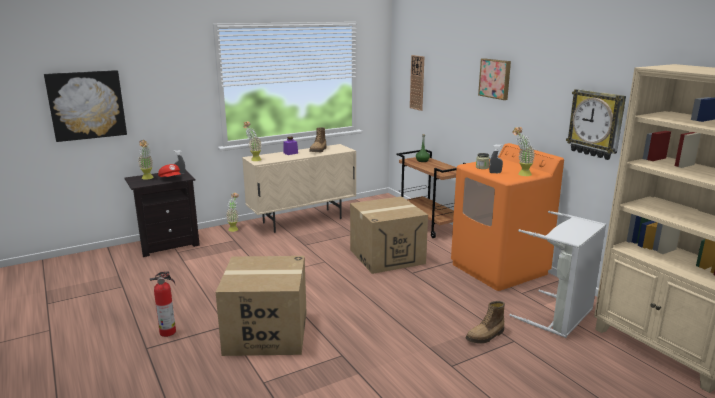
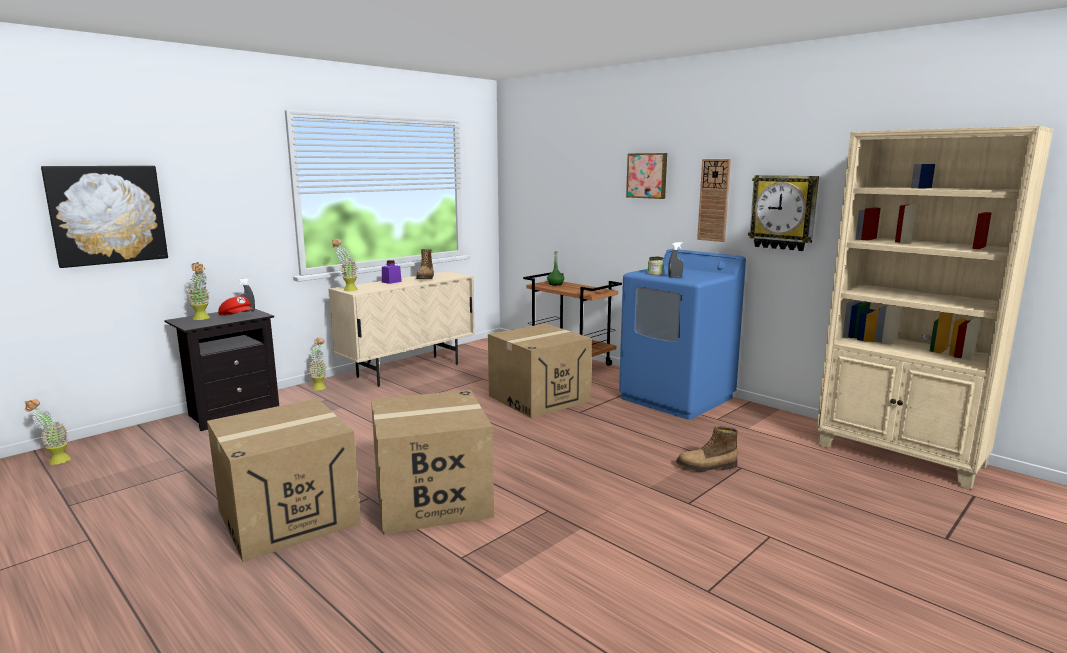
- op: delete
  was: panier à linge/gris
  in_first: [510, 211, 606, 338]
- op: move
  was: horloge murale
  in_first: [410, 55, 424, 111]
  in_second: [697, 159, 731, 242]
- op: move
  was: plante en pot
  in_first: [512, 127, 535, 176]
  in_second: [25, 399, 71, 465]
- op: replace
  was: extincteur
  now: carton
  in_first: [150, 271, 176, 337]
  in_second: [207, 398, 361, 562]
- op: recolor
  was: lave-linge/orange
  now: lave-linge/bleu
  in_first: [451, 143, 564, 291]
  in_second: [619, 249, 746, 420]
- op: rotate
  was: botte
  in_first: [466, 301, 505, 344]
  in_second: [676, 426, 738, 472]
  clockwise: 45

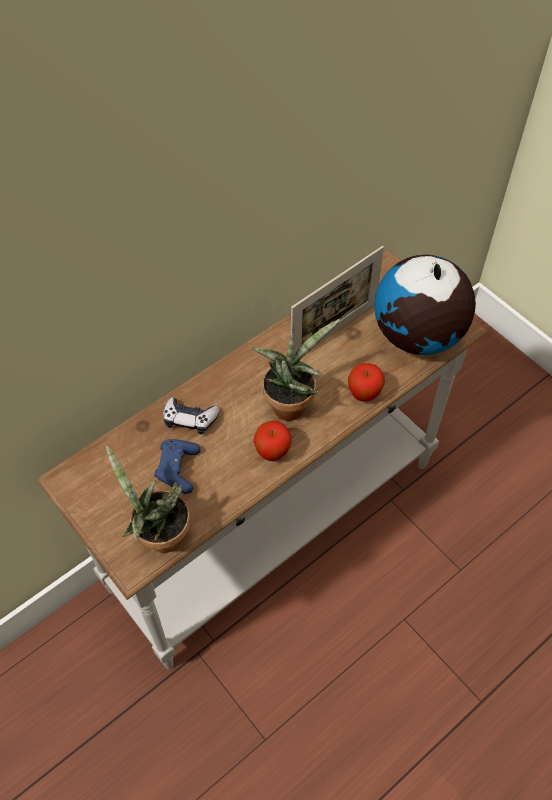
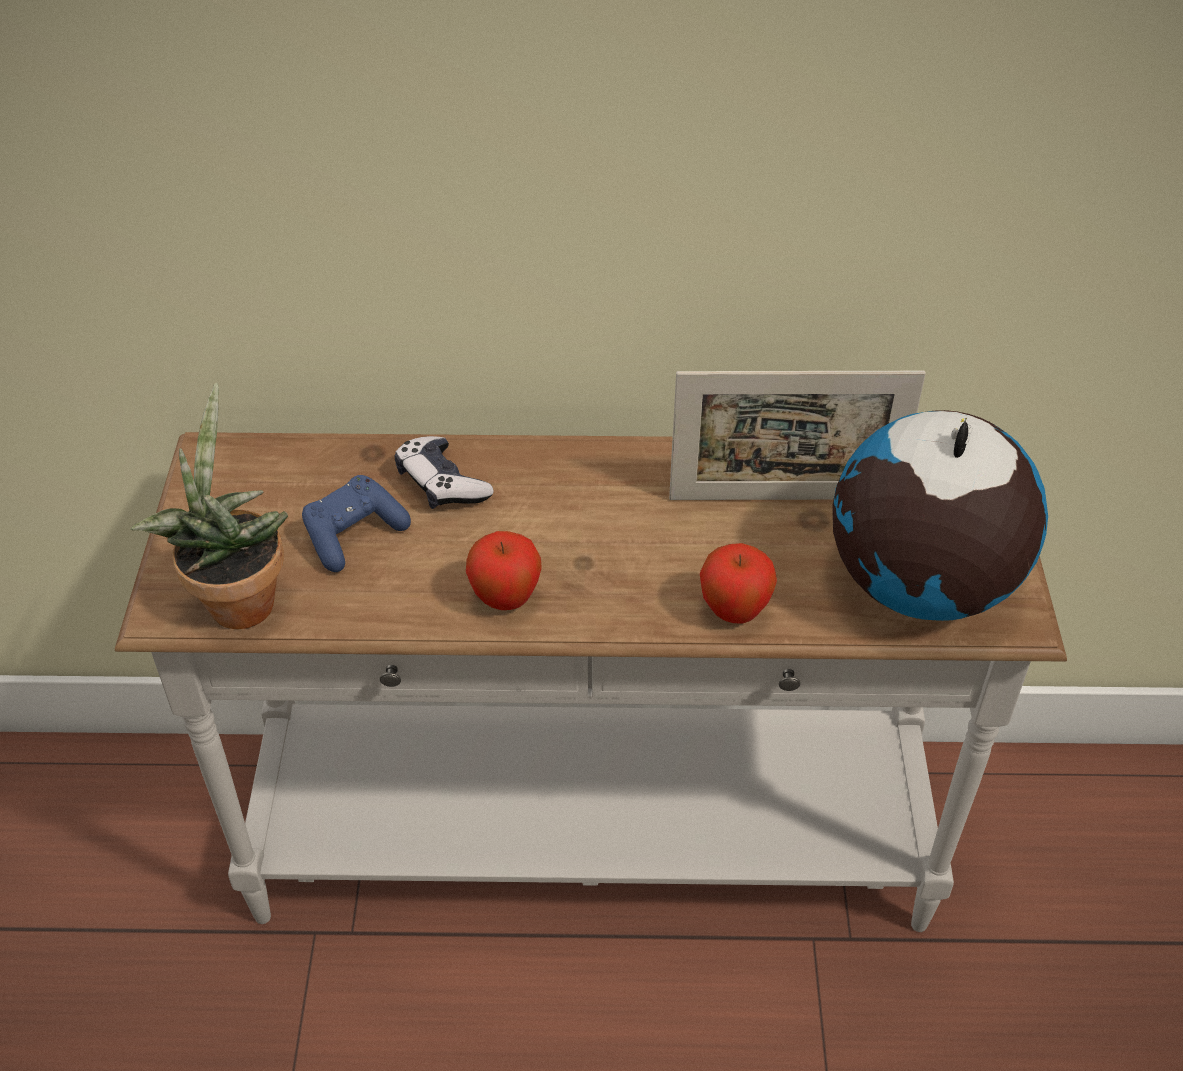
- op: delete
  was: plante en pot
  in_first: [251, 319, 340, 421]

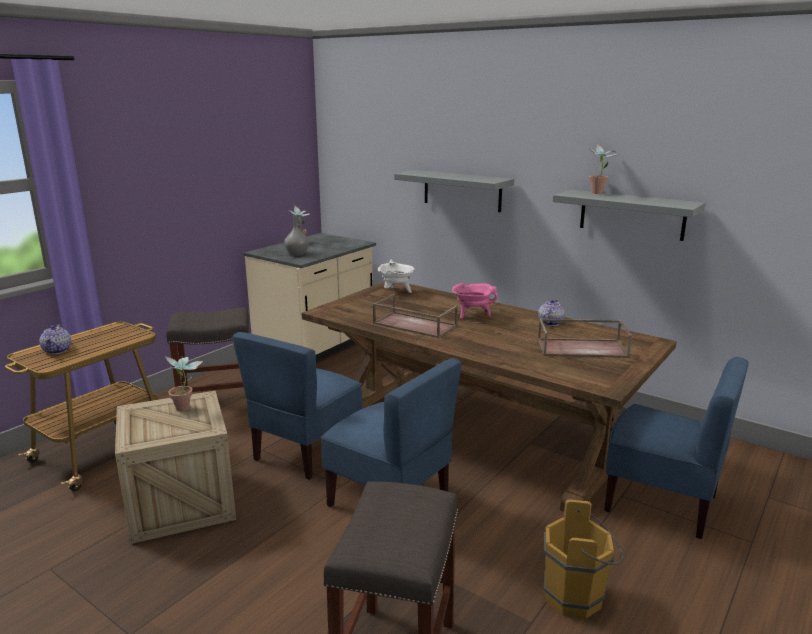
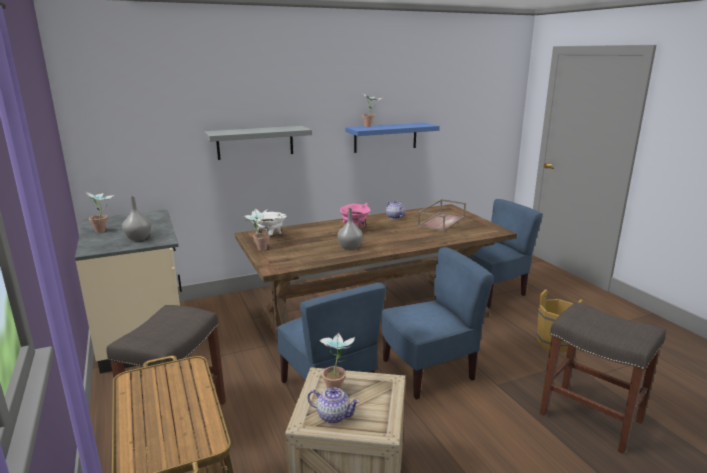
- op: insert
  now: plante en pot
  in_second: [243, 208, 270, 251]
- op: move
  was: théière
  in_first: [40, 324, 71, 354]
  in_second: [307, 388, 360, 424]
- op: replace
  was: plateau/marron
  now: vase/gris
  in_first: [373, 294, 458, 338]
  in_second: [337, 208, 363, 250]
- op: recolor
  was: étagère/gris
  now: étagère/bleu
  in_first: [553, 190, 705, 241]
  in_second: [345, 122, 440, 153]

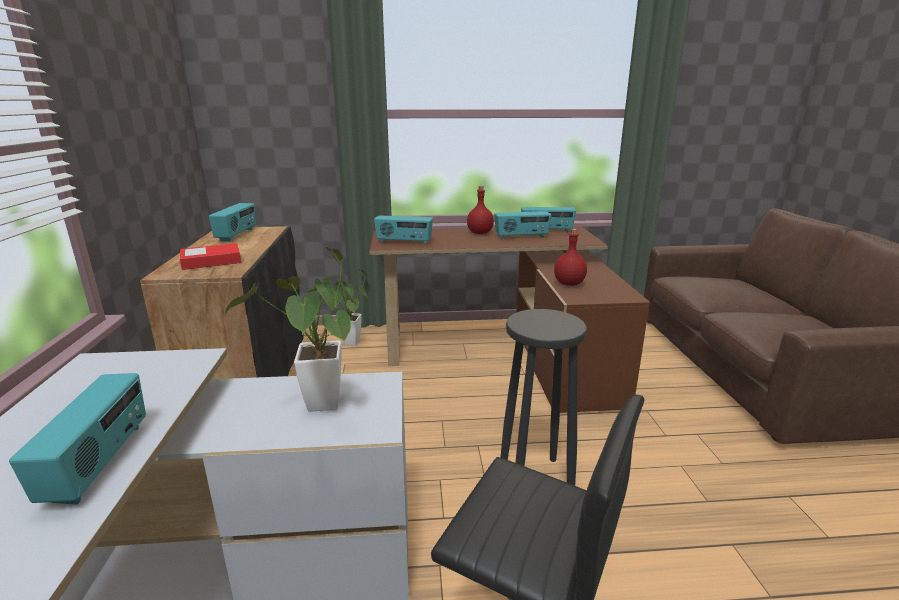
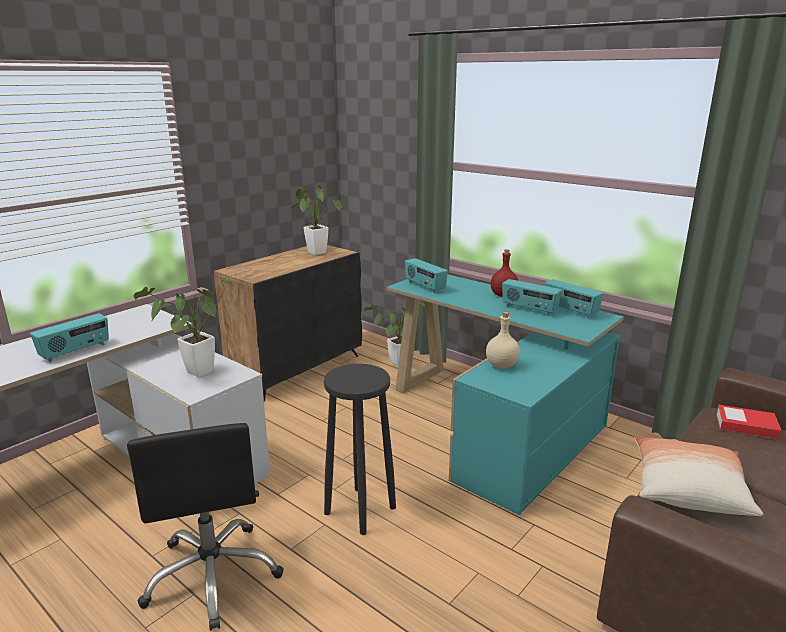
- op: insert
  now: coussin
  in_second: [634, 436, 763, 516]
- op: move
  was: livre
  in_first: [180, 243, 241, 270]
  in_second: [716, 404, 781, 439]
- op: replace
  was: radio
  now: plante en pot
  in_first: [209, 203, 256, 242]
  in_second: [291, 182, 342, 255]
- op: recolor
  was: bureau/marron
  now: bureau/turquoise
  in_first: [369, 226, 651, 413]
  in_second: [387, 274, 624, 515]
- op: recolor
  was: bouteille/rouge
  now: bouteille/beige
  in_first: [554, 229, 587, 286]
  in_second: [486, 312, 520, 369]

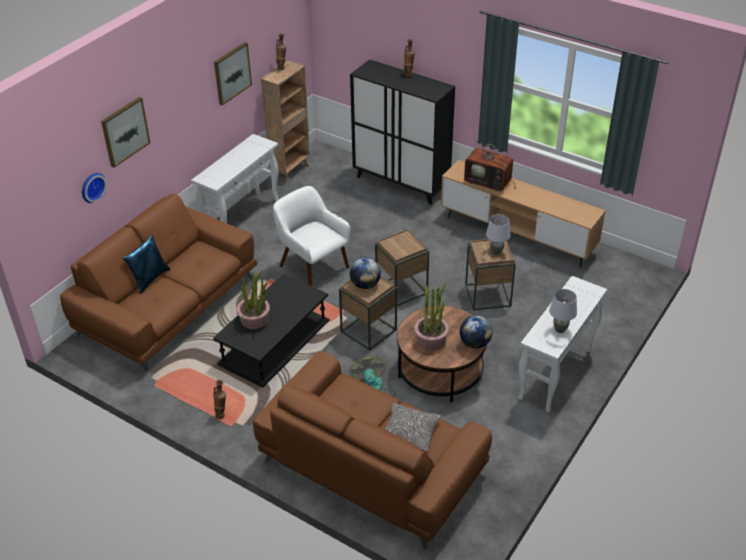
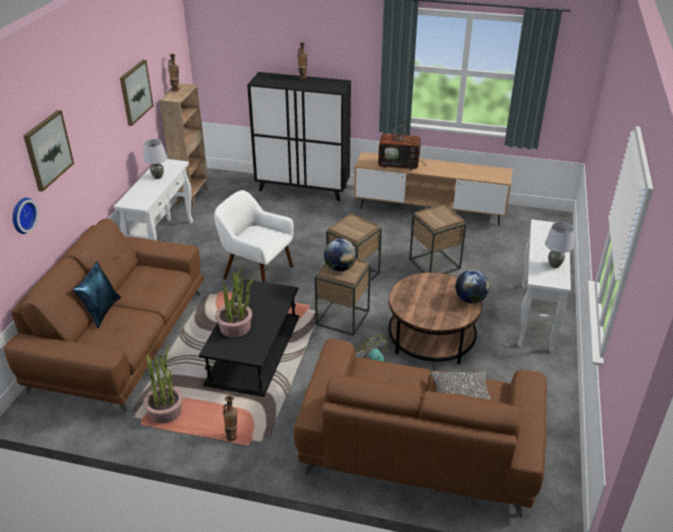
- op: move
  was: plante en pot
  in_first: [414, 282, 449, 350]
  in_second: [144, 346, 183, 423]
- op: move
  was: lampe de table/gris
  in_first: [486, 214, 511, 255]
  in_second: [143, 139, 167, 179]

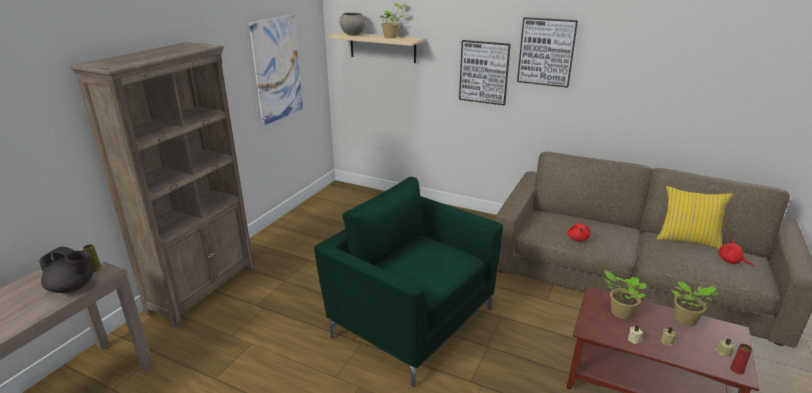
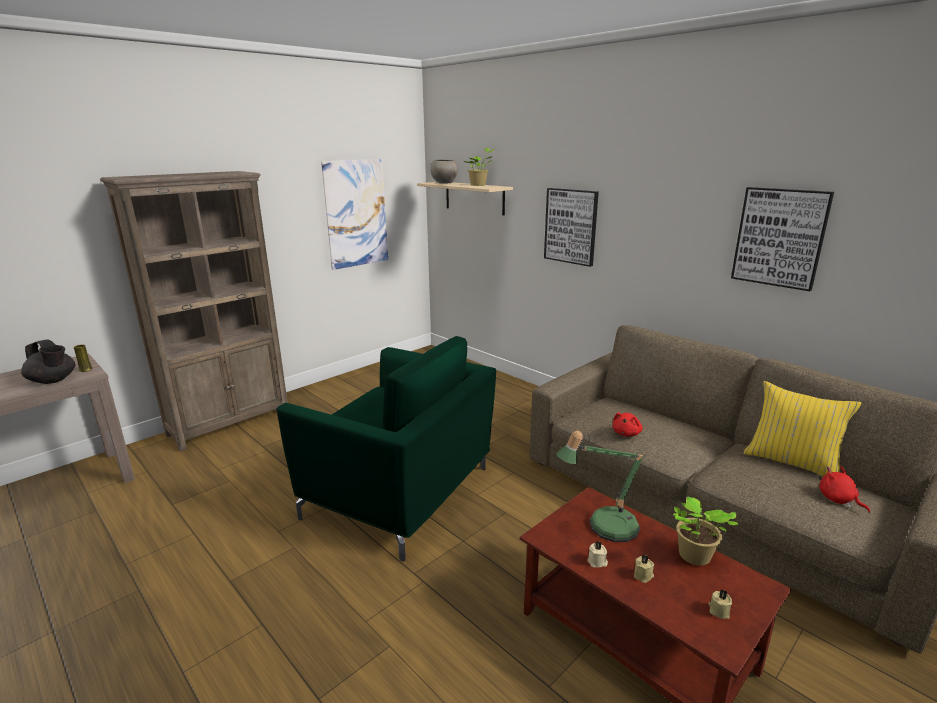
- op: delete
  was: vase/rouge
  in_first: [730, 344, 752, 374]
- op: move
  was: tableau
  in_first: [517, 17, 578, 88]
  in_second: [731, 187, 834, 291]
- op: replace
  was: plante en pot
  now: lampe de table
  in_first: [604, 270, 646, 319]
  in_second: [556, 430, 646, 542]
- op: rotate
  was: fauteuil/vert
  in_first: [314, 177, 503, 387]
  in_second: [277, 336, 496, 561]
  clockwise: 150

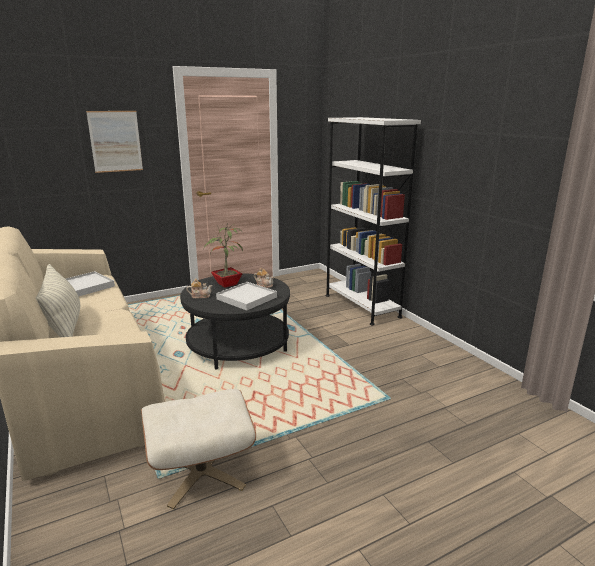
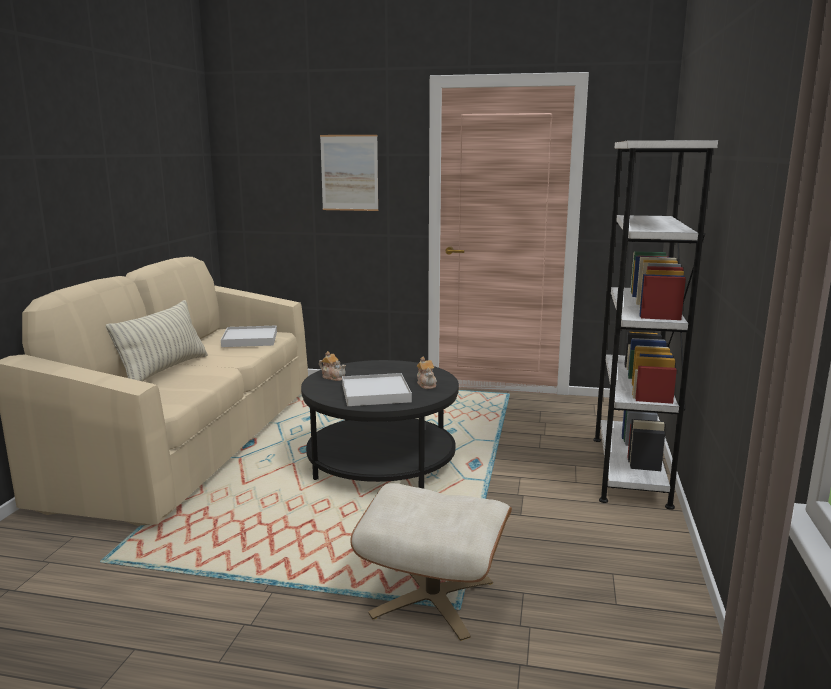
- op: delete
  was: plante en pot
  in_first: [203, 223, 243, 288]
- op: move
  was: pouf/beige
  in_first: [141, 389, 256, 509]
  in_second: [350, 483, 512, 641]

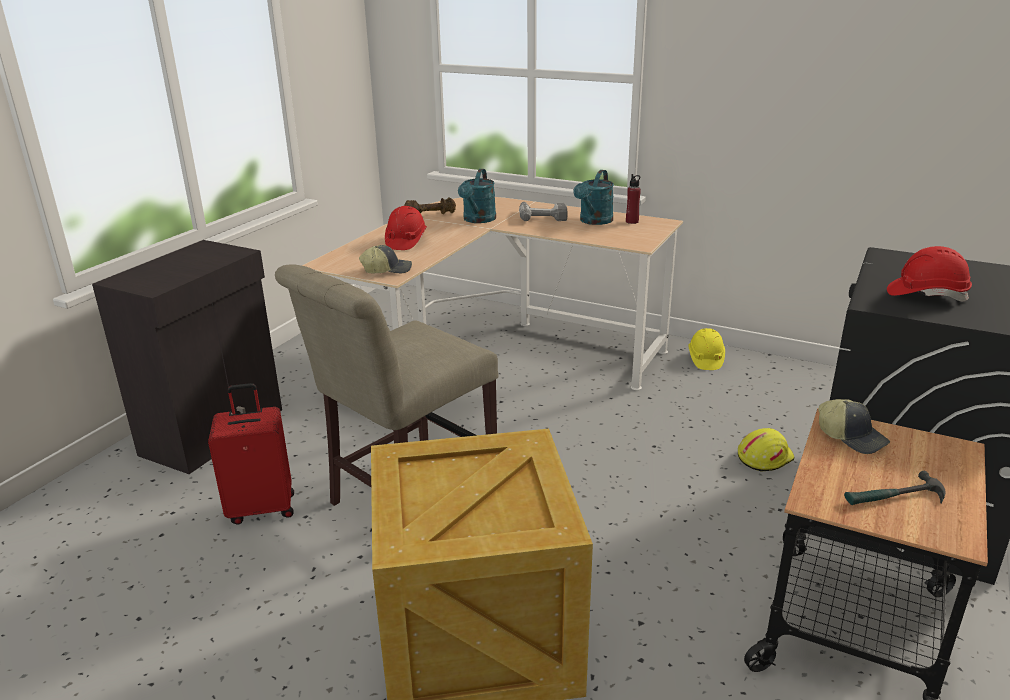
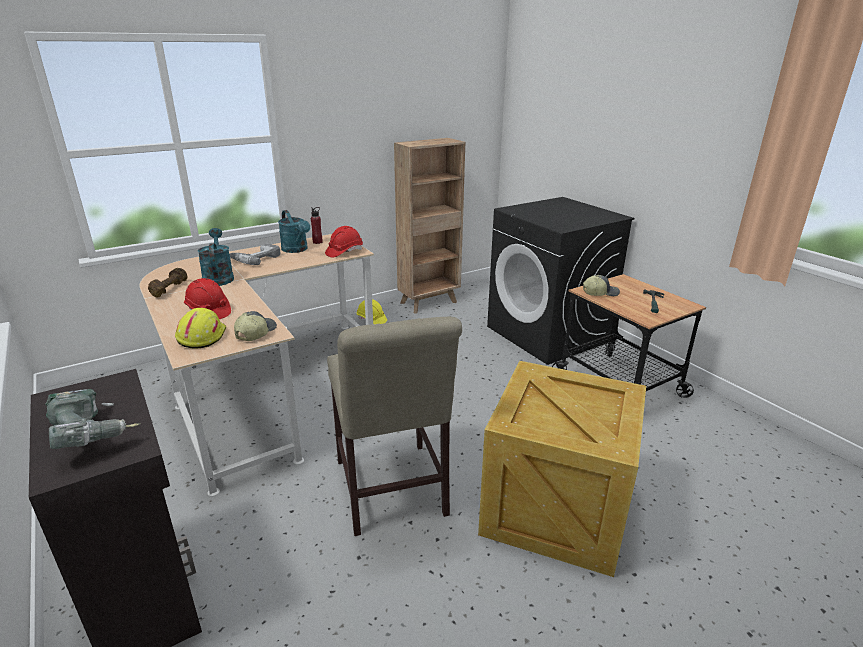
- op: delete
  was: valise/rouge
  in_first: [208, 383, 294, 525]
- op: insert
  now: perceuse
  in_second: [45, 389, 141, 449]
- op: insert
  now: bibliothèque/marron
  in_second: [394, 138, 465, 314]
- op: move
  was: casque de chantier/jaune
  in_first: [738, 428, 795, 471]
  in_second: [175, 308, 226, 348]
- op: move
  was: casque de chantier/rouge
  in_first: [887, 246, 972, 301]
  in_second: [325, 226, 363, 258]
- op: rotate
  was: arrosoir/turquoise
  in_first: [458, 169, 496, 223]
  in_second: [197, 228, 234, 286]
  clockwise: -150

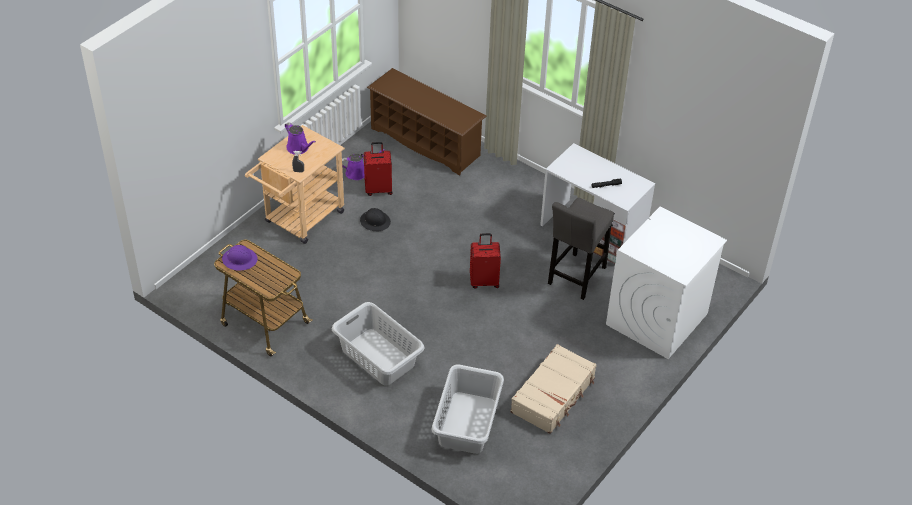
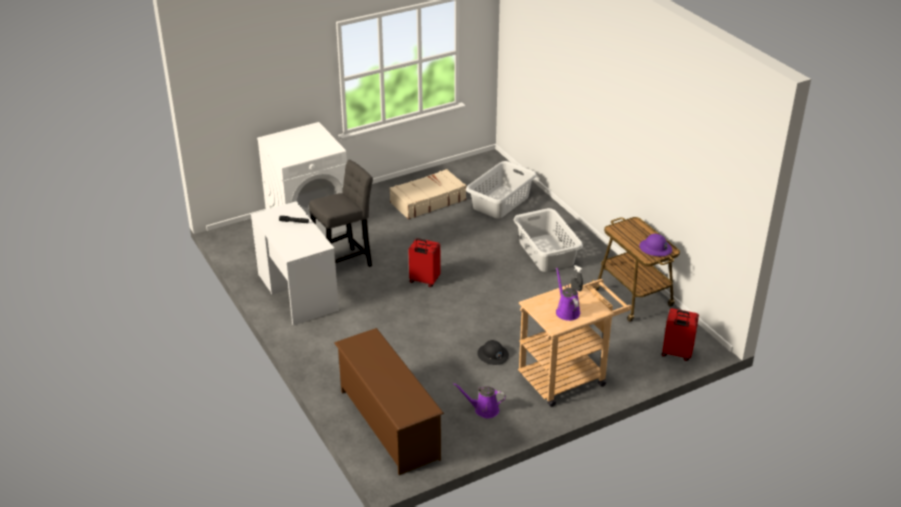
- op: move
  was: valise/rouge
  in_first: [364, 142, 393, 196]
  in_second: [662, 308, 699, 361]

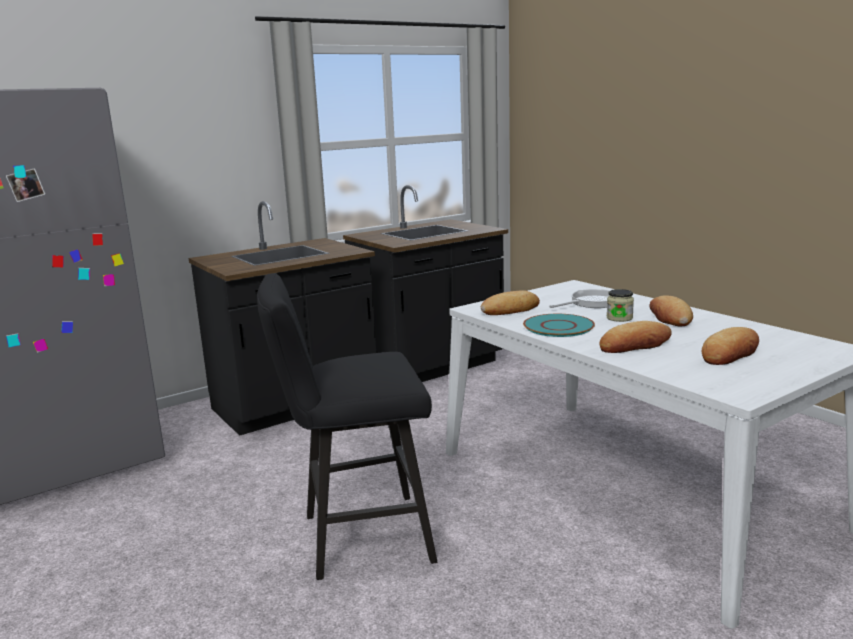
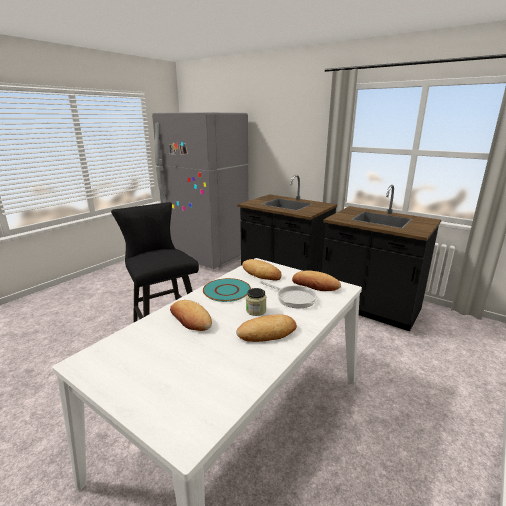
- op: move
  was: pain
  in_first: [702, 327, 759, 365]
  in_second: [292, 270, 341, 291]

